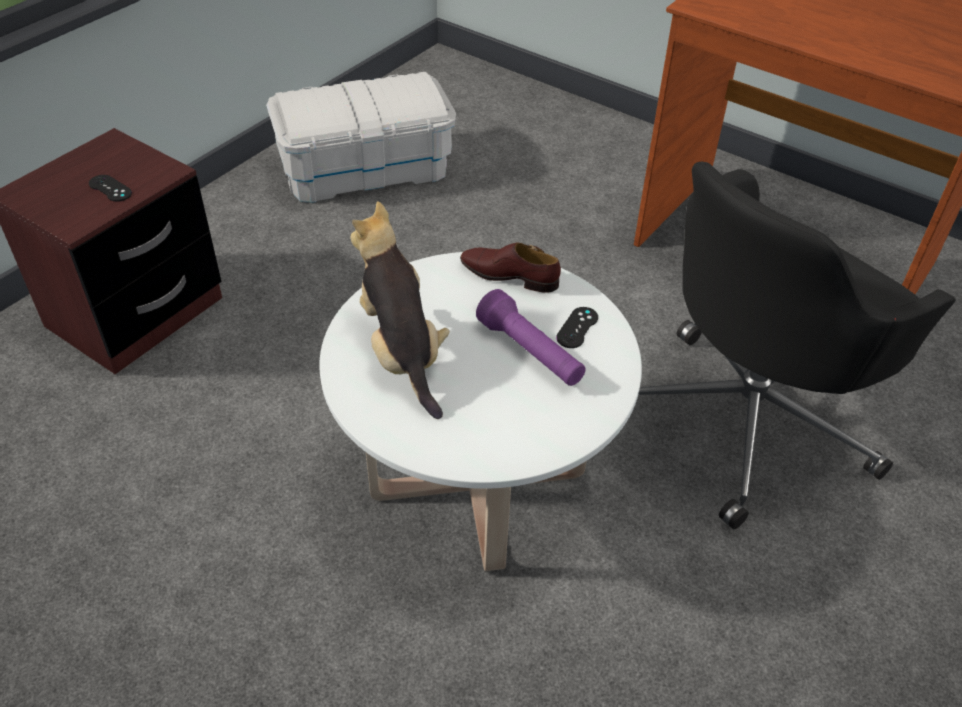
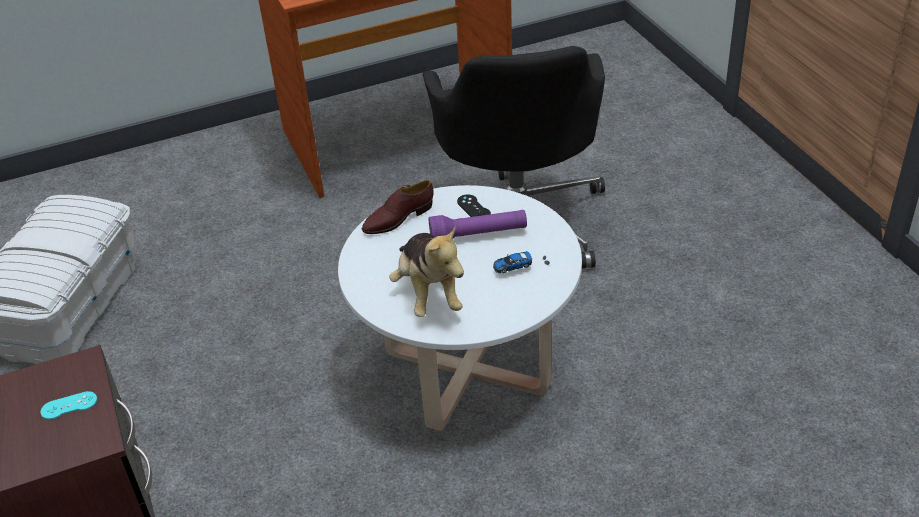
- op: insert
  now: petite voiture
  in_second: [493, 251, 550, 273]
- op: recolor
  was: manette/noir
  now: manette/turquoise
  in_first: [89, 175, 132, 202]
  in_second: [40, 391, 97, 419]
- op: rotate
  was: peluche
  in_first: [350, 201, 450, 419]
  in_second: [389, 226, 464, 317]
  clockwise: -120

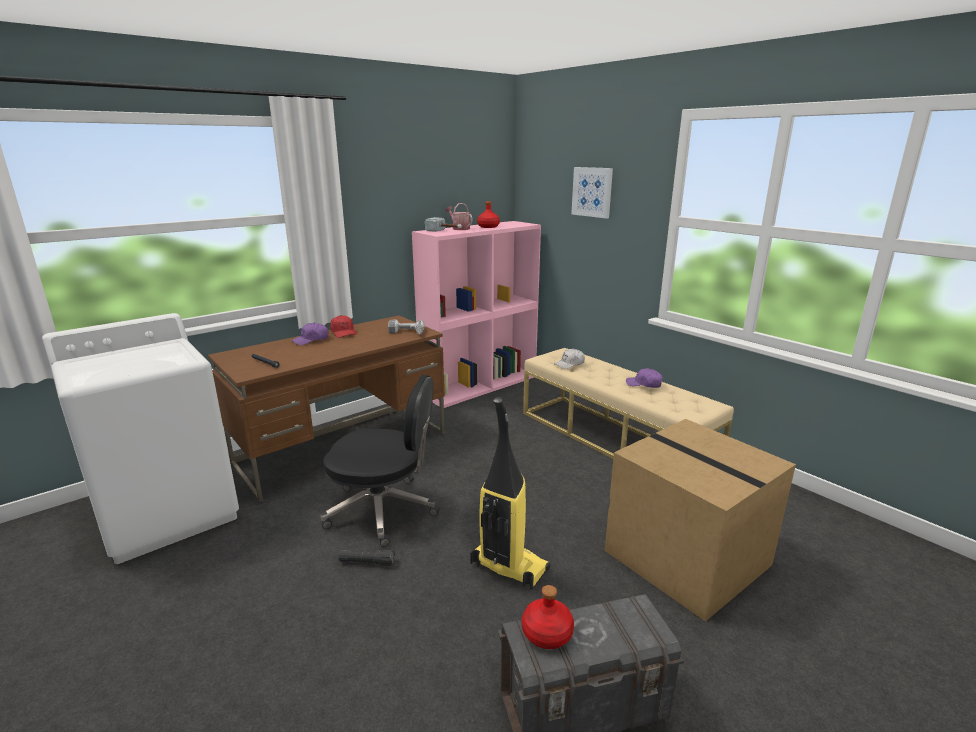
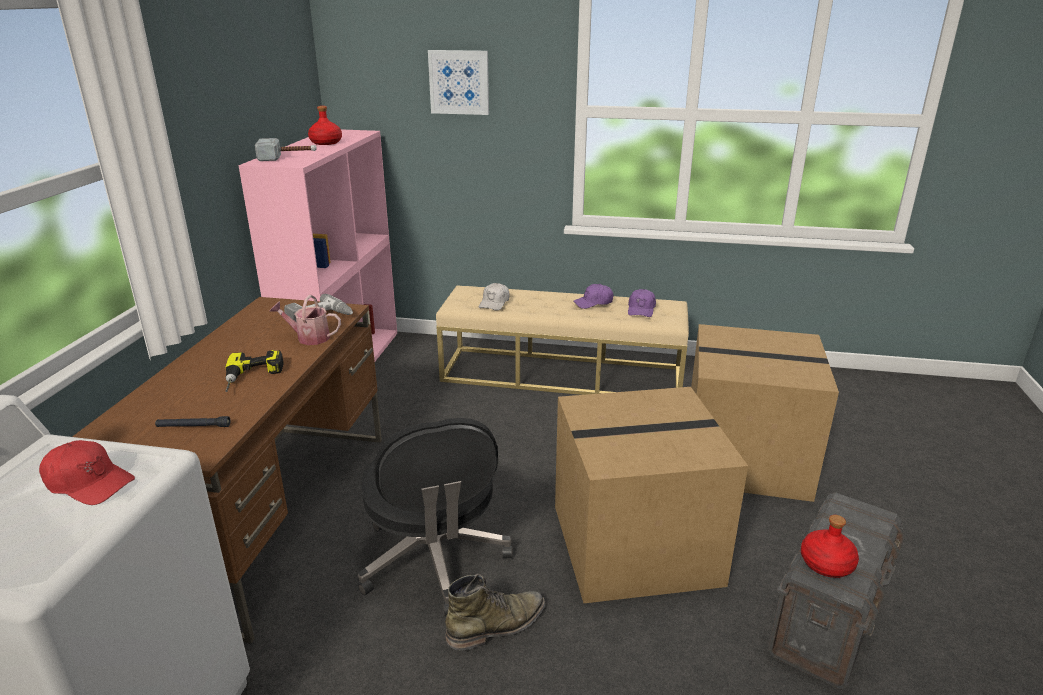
- op: insert
  now: perceuse
  in_second: [225, 350, 284, 392]
- op: move
  was: casquette/violet
  in_first: [292, 322, 329, 345]
  in_second: [628, 289, 656, 317]
- op: move
  was: casquette/rouge
  in_first: [330, 315, 357, 338]
  in_second: [39, 440, 135, 505]
- op: move
  was: arrosoir
  in_first: [445, 203, 473, 230]
  in_second: [269, 295, 341, 345]
- op: replace
  was: lampe de poche/noir
  now: botte/vert
  in_first: [339, 550, 395, 566]
  in_second: [445, 574, 545, 651]
- op: replace
  was: aspirateur
  now: carton
  in_first: [470, 397, 550, 590]
  in_second: [555, 387, 748, 603]
- op: rotate
  was: chaise de bureau/noir
  in_first: [320, 375, 440, 547]
  in_second: [358, 418, 513, 617]
  clockwise: 105

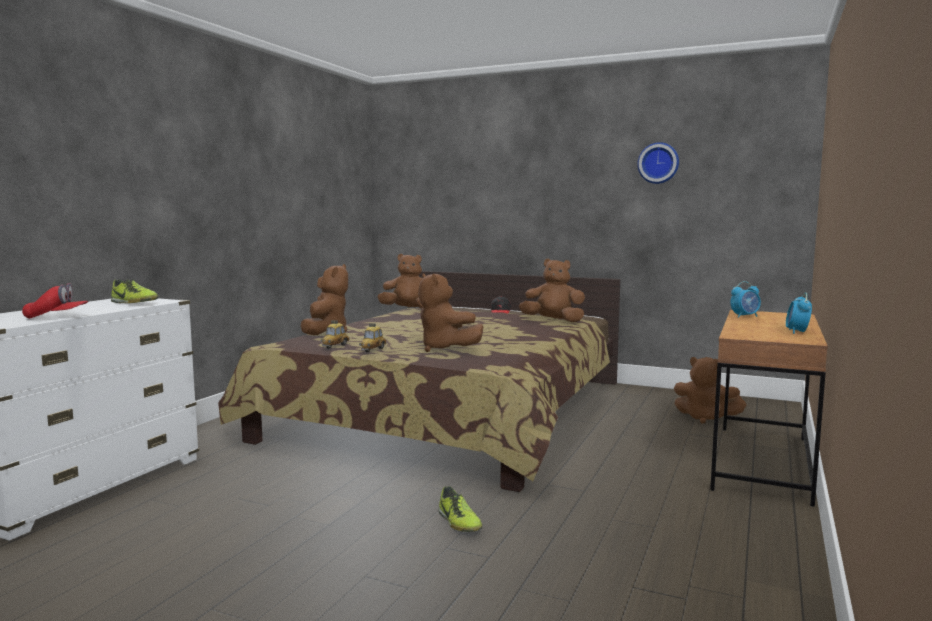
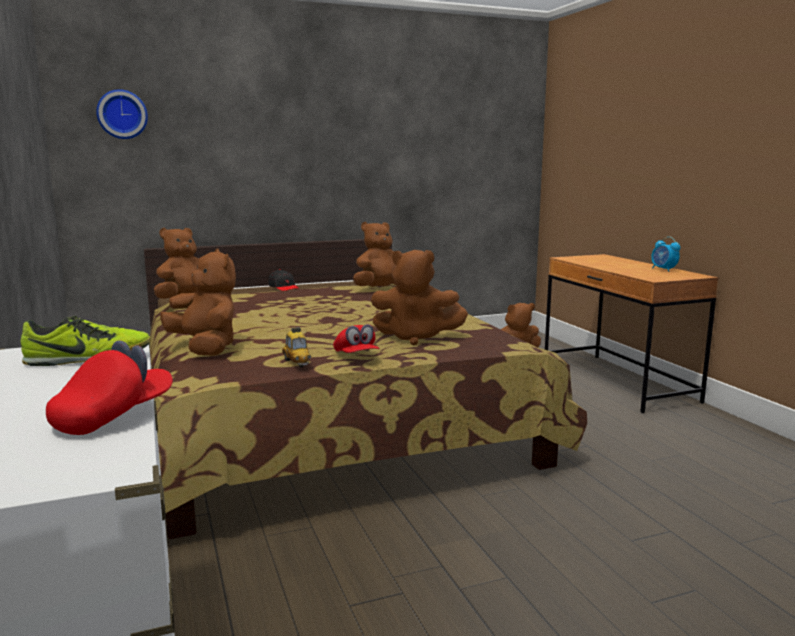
- op: delete
  was: chaussure
  in_first: [439, 486, 482, 532]
- op: delete
  was: réveil
  in_first: [730, 281, 761, 318]
- op: move
  was: horloge murale
  in_first: [637, 142, 679, 184]
  in_second: [96, 89, 148, 139]
- op: replace
  was: petite voiture
  now: casquette/rouge
  in_first: [359, 323, 387, 352]
  in_second: [333, 324, 380, 353]

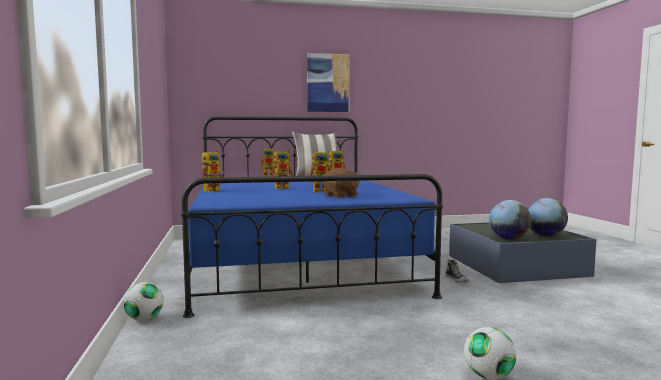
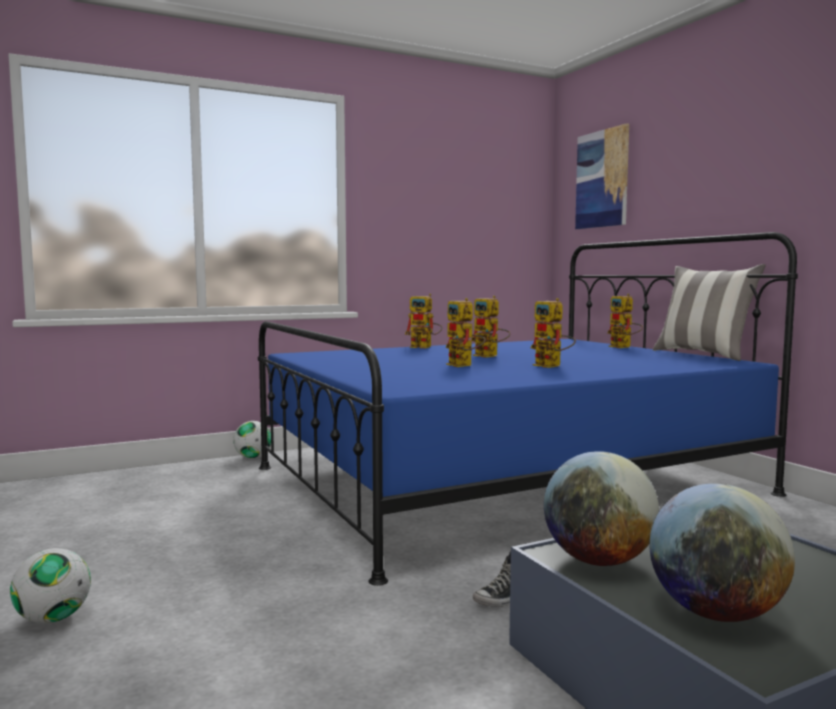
- op: delete
  was: peluche/marron
  in_first: [323, 168, 360, 198]
- op: move
  was: tableau
  in_first: [307, 53, 350, 112]
  in_second: [575, 123, 629, 229]

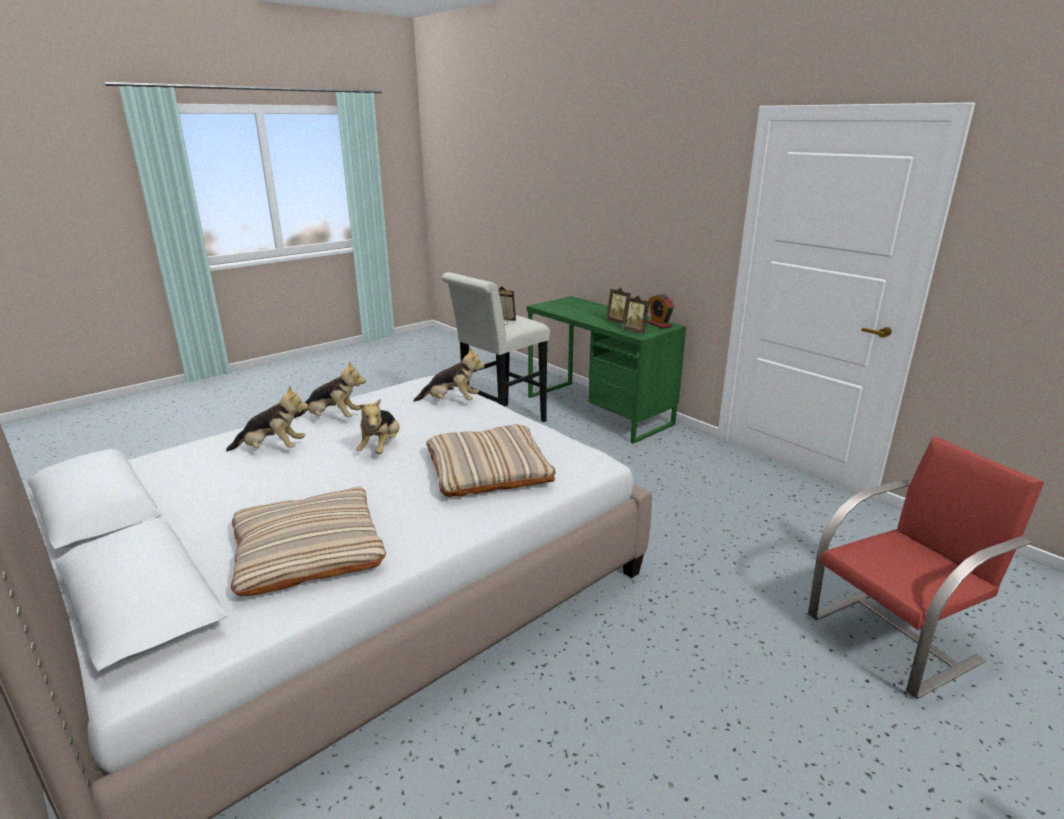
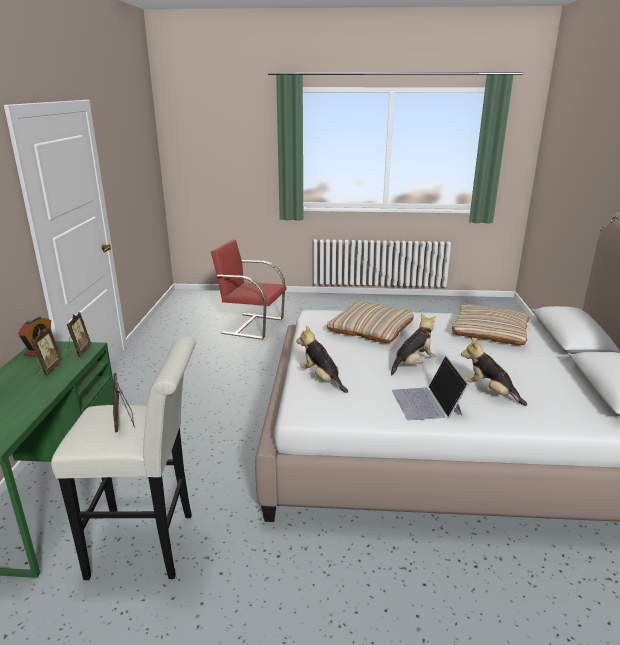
- op: replace
  was: peluche
  now: ordinateur portable
  in_first: [294, 362, 366, 418]
  in_second: [392, 356, 469, 420]

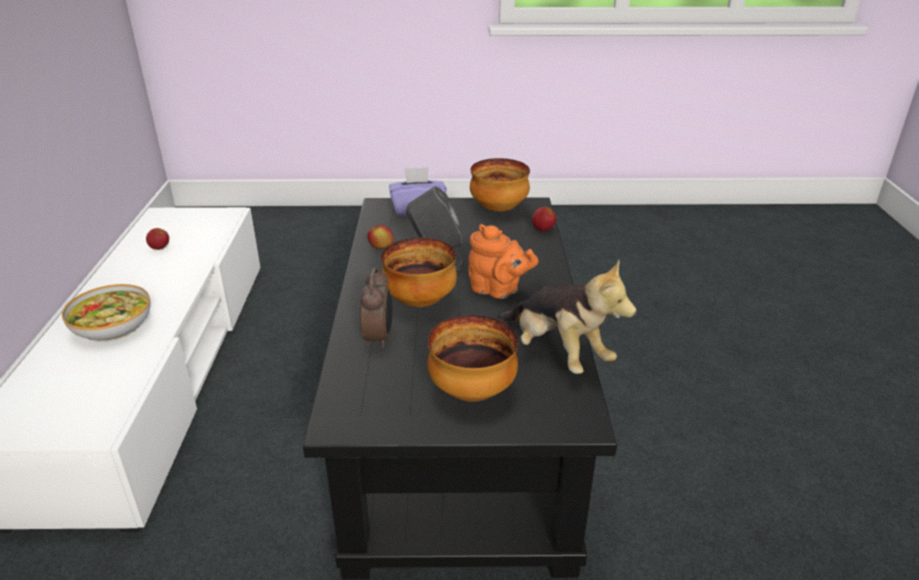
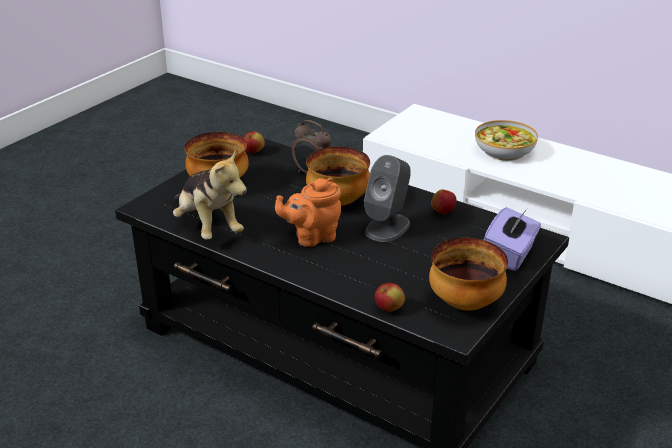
- op: move
  was: pomme
  in_first: [146, 228, 169, 250]
  in_second: [243, 131, 265, 153]
- op: rotate
  was: peluche
  in_first: [498, 260, 636, 374]
  in_second: [173, 149, 247, 240]
  clockwise: -120

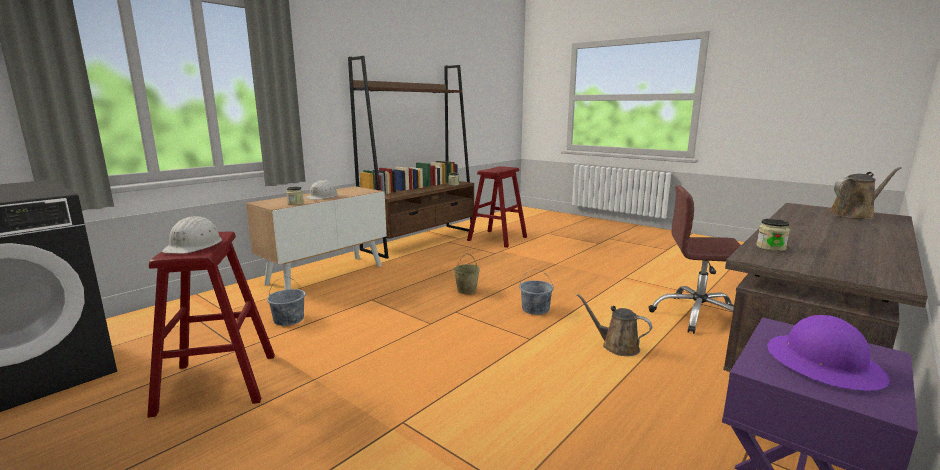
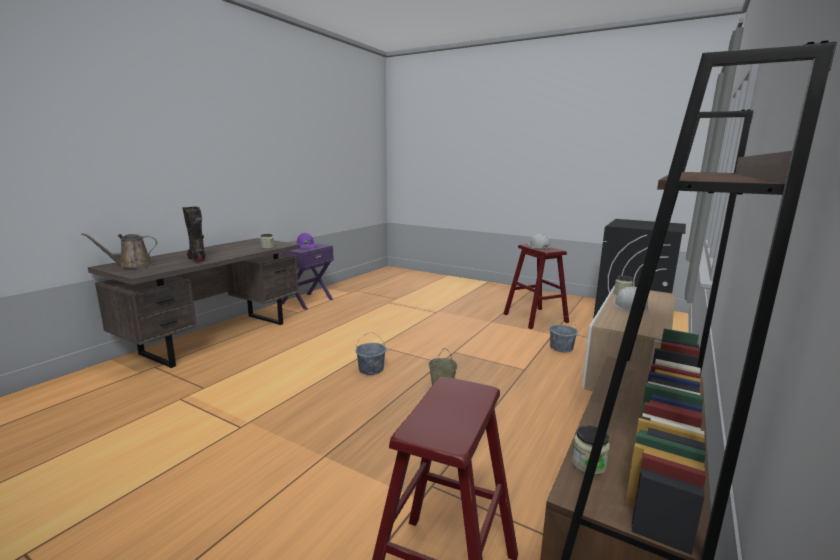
- op: delete
  was: arrosoir/marron
  in_first: [577, 294, 652, 356]
- op: delete
  was: chaise de bureau/marron
  in_first: [648, 185, 741, 334]
- op: insert
  now: botte/noir
  in_second: [182, 206, 206, 262]

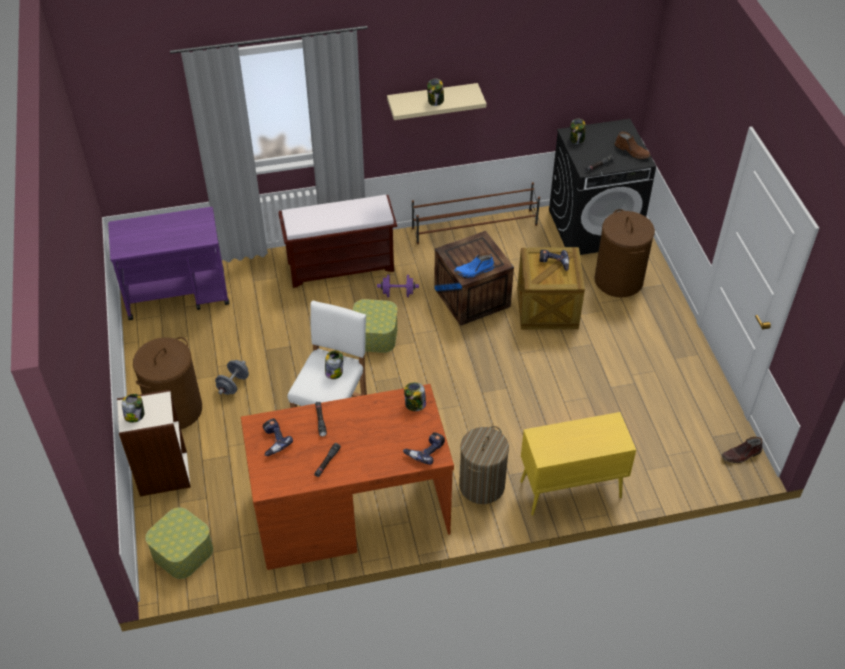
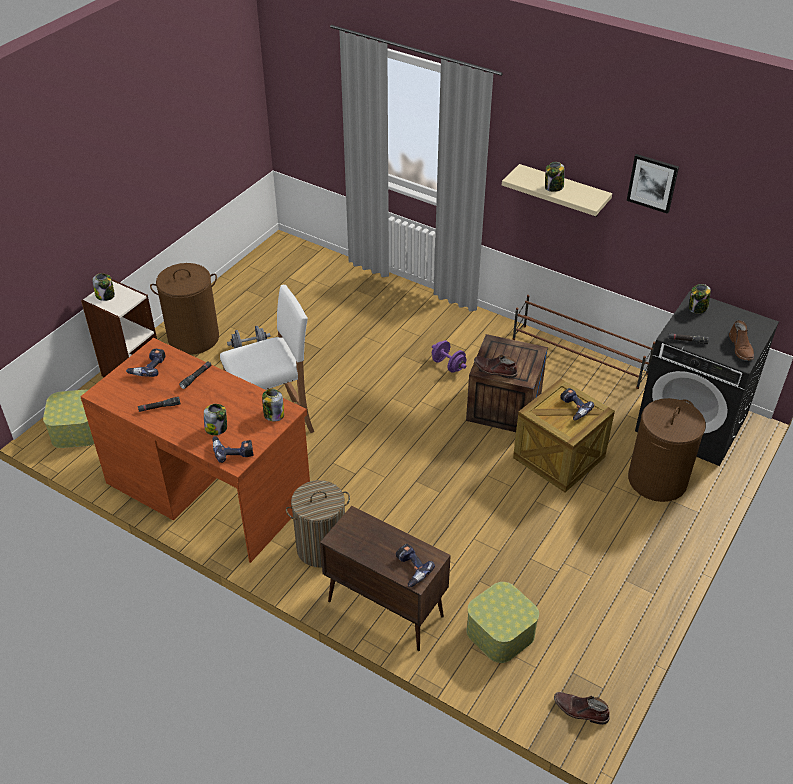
- op: delete
  was: chariot/violet
  in_first: [108, 207, 229, 320]
- op: delete
  was: banc/marron
  in_first: [279, 195, 397, 288]
- op: insert
  now: perceuse
  in_second: [396, 544, 435, 587]
- op: insert
  now: tableau
  in_second: [627, 154, 679, 214]
- op: move
  was: bocal
  in_first: [325, 351, 343, 379]
  in_second: [204, 404, 227, 435]
- op: move
  was: boîte de rangement
  in_first: [353, 299, 397, 353]
  in_second: [466, 582, 539, 663]
- op: recolor
  was: botte/bleu
  now: botte/marron
  in_first: [454, 253, 494, 277]
  in_second: [474, 354, 518, 378]
- op: recolor
  was: meuble de rangement/jaune
  now: meuble de rangement/marron
  in_first: [520, 412, 636, 515]
  in_second: [320, 506, 451, 651]

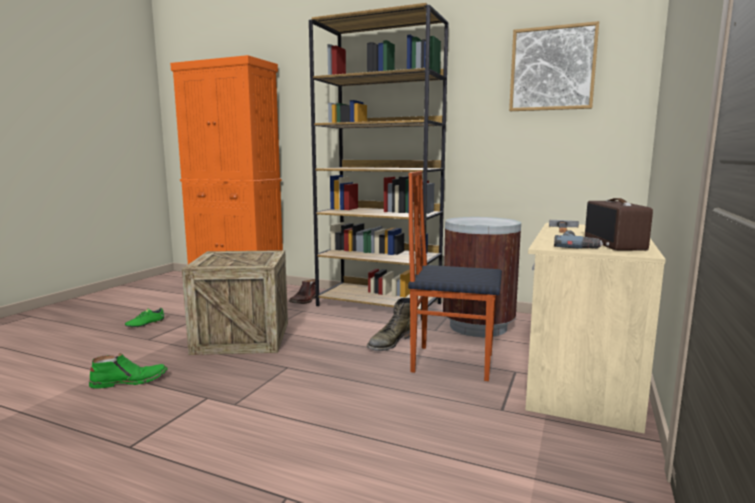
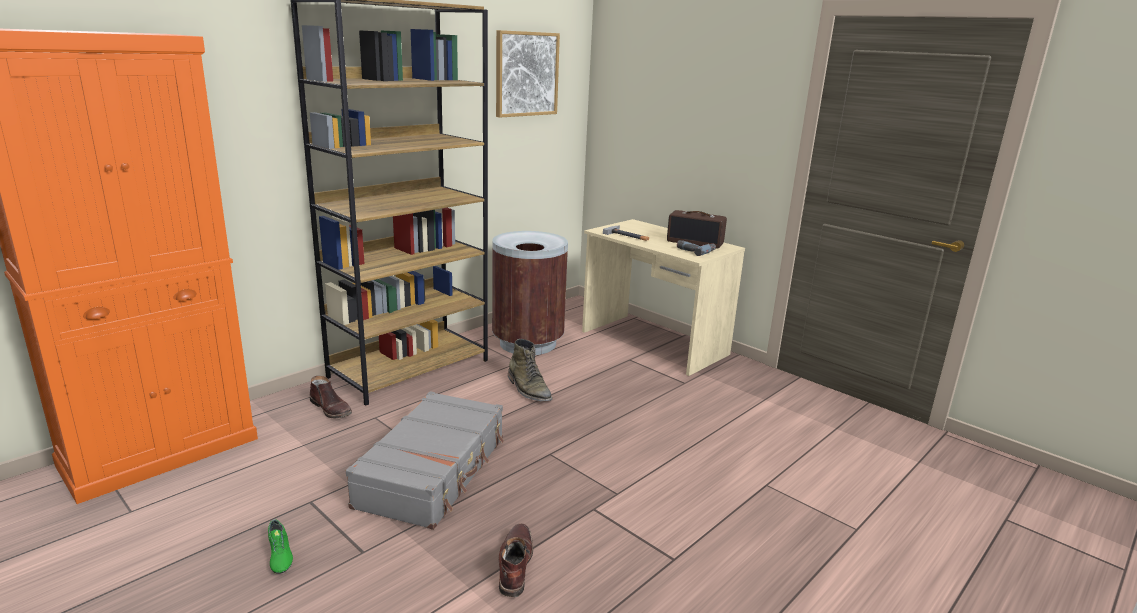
- op: delete
  was: chaise
  in_first: [408, 171, 502, 381]
- op: replace
  was: caisse
  now: valise/gris
  in_first: [182, 250, 288, 355]
  in_second: [346, 391, 504, 530]
- op: recolor
  was: botte/vert
  now: botte/marron
  in_first: [89, 353, 168, 388]
  in_second: [499, 523, 533, 597]

